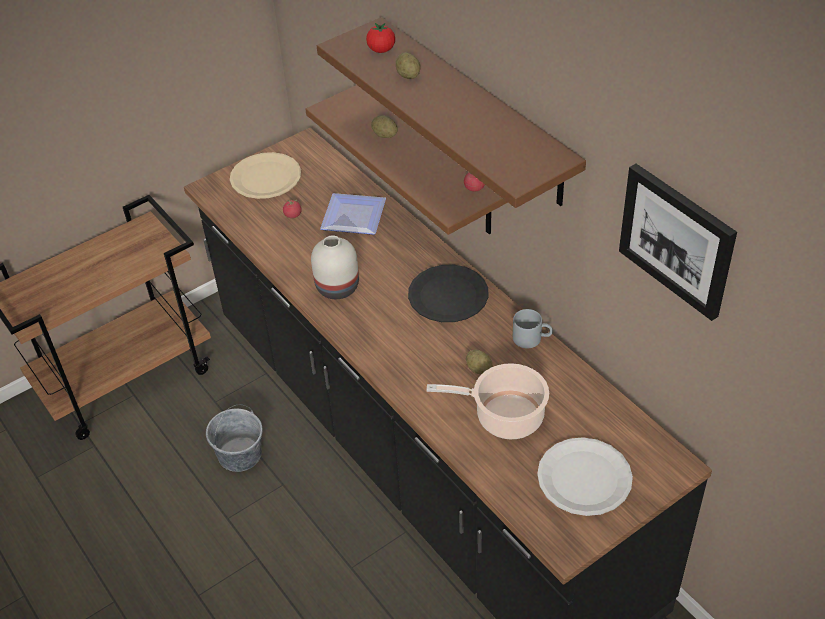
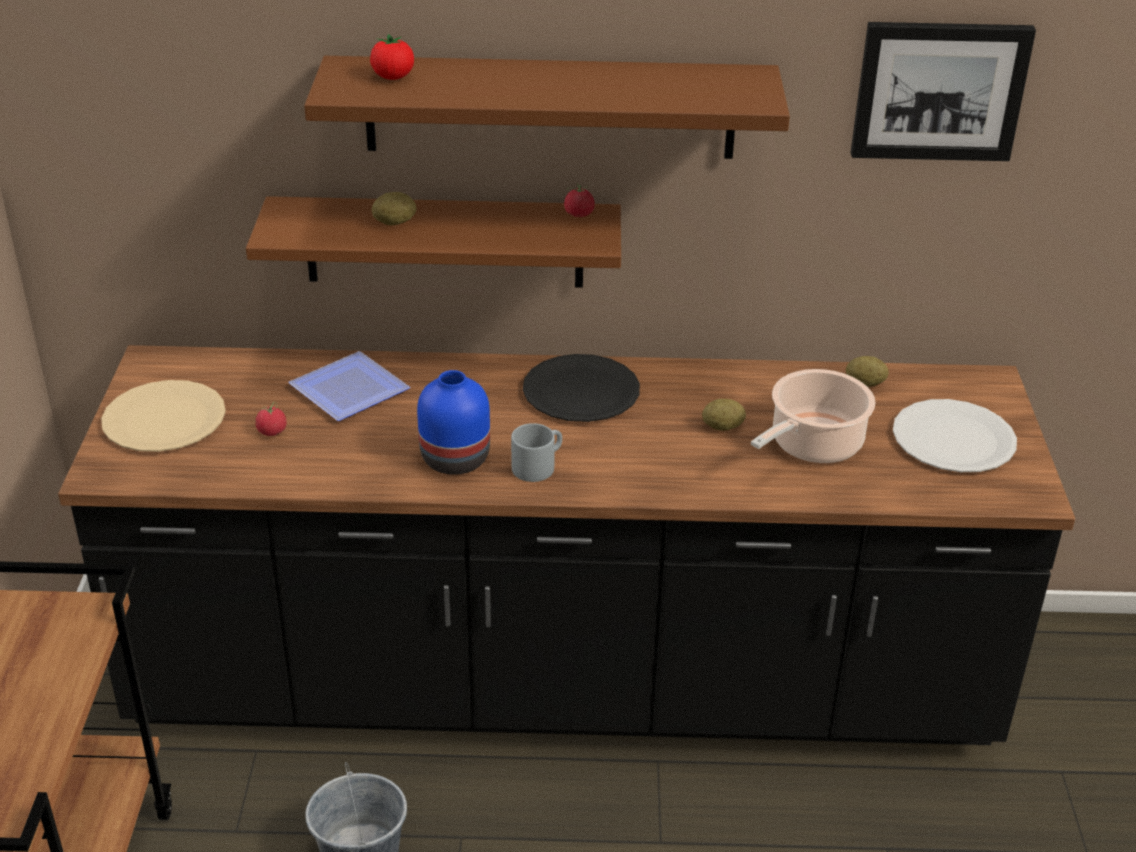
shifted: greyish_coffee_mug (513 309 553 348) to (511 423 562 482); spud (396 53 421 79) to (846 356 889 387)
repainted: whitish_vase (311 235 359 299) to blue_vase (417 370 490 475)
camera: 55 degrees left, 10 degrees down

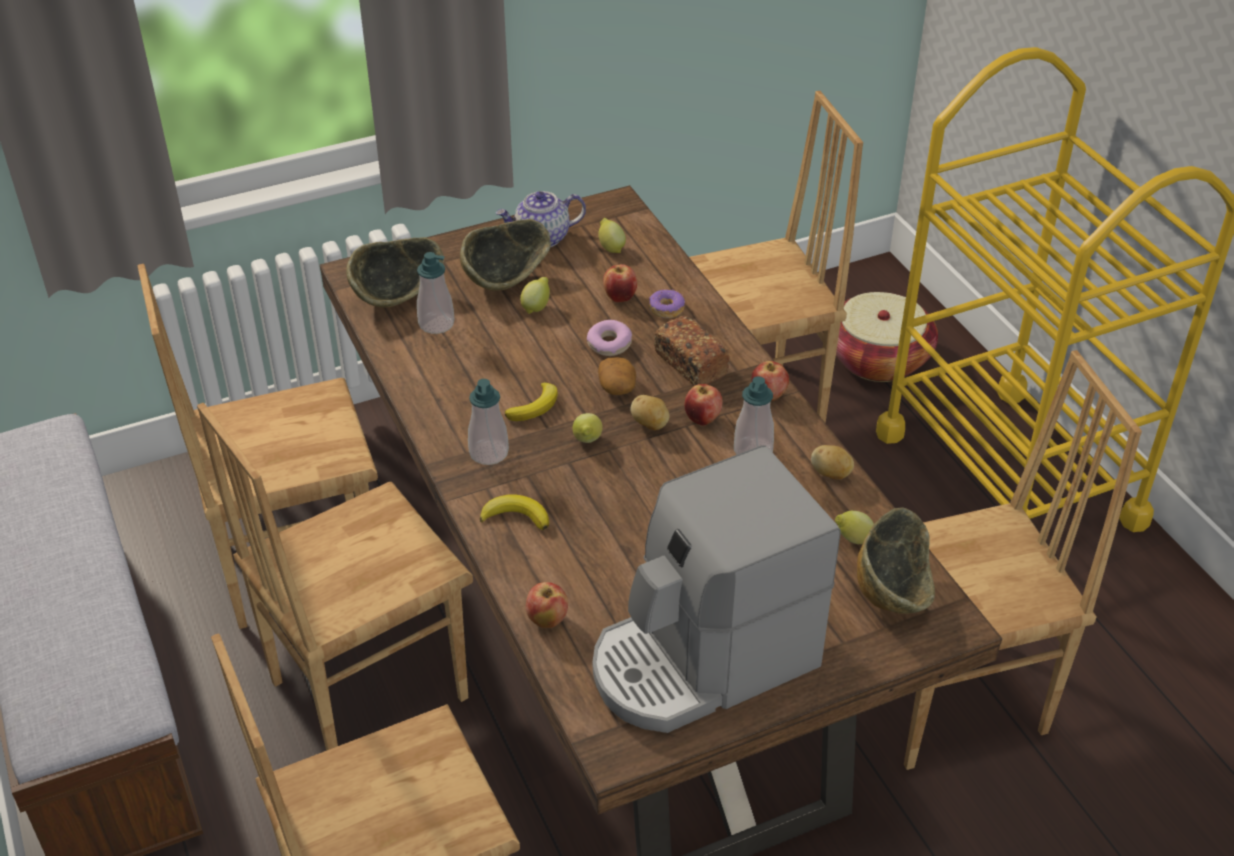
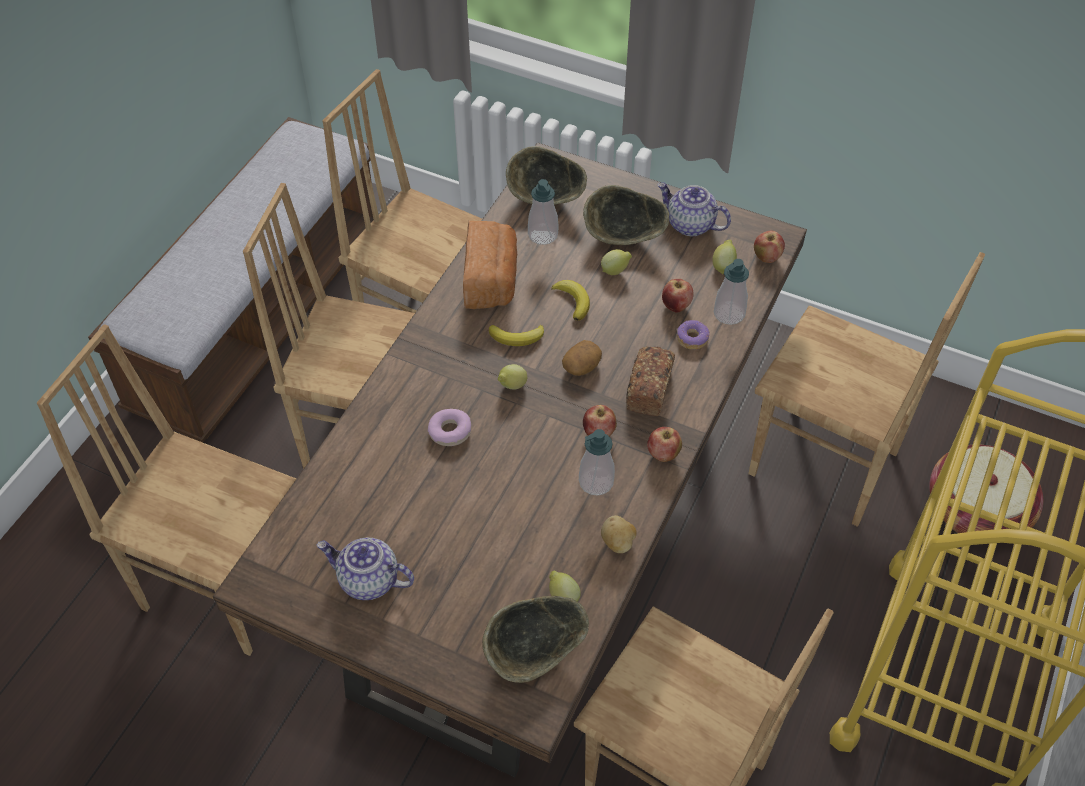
gone: spud (630 395 670 430)
new: bread (463 221 517 309)
shifted: ring_doughnut (587 320 632 356) to (428 409 471 446); whole_banana (480 494 549 530) to (551 280 590 321); soap_dispenser (468 379 509 465) to (714 259 749 325); apple (526 582 568 628) to (754 231 785 263)
swapped: coffee_brewer (593 445 840 733) to tea_pot (317 538 414 600)
camera: 50 degrees right, 10 degrees up

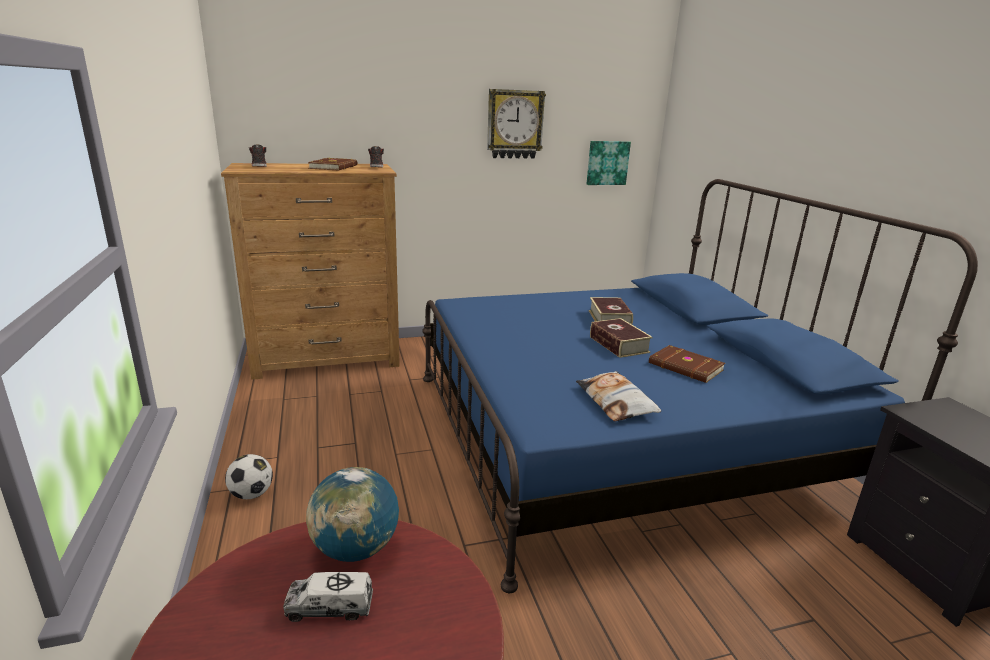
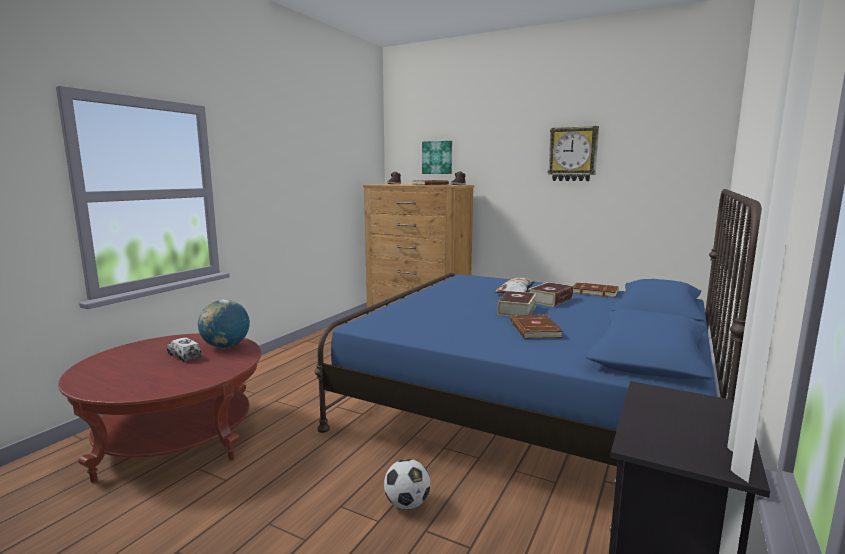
new: brown_volume (573 282 619 298)
shifted: football (225 454 273 499) to (384 459 430 510); wall_art (587 141 631 185) to (422 141 452 174); throw_pillow (576 371 661 422) to (495 277 535 294)
camera: 45 degrees right, 10 degrees down

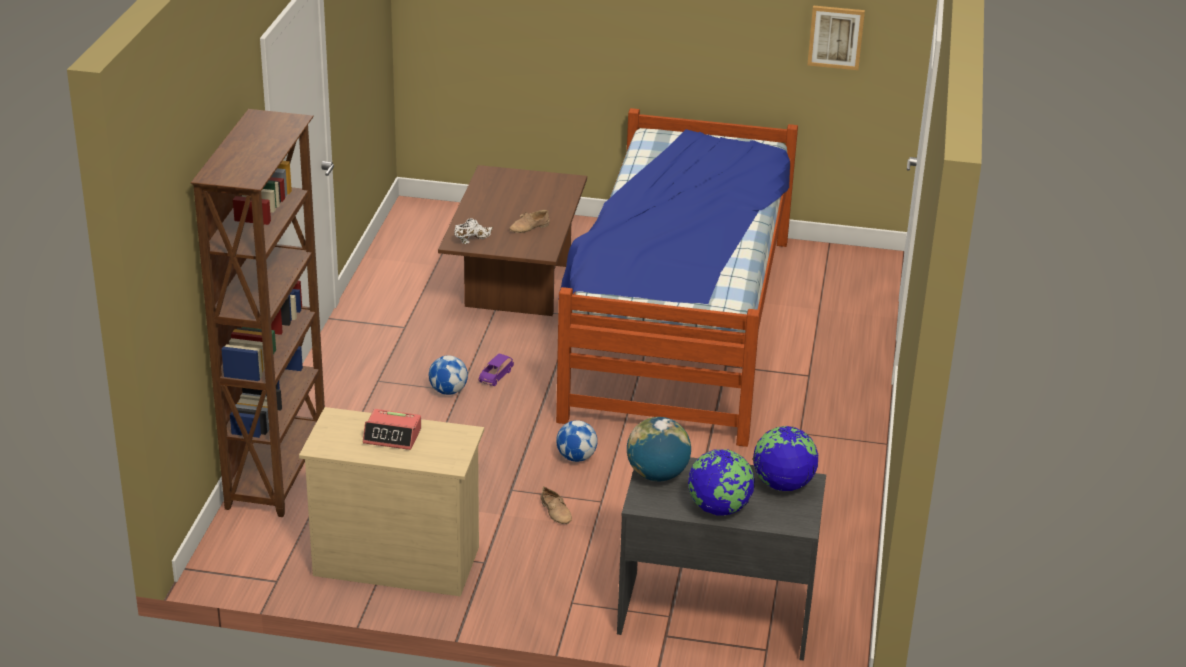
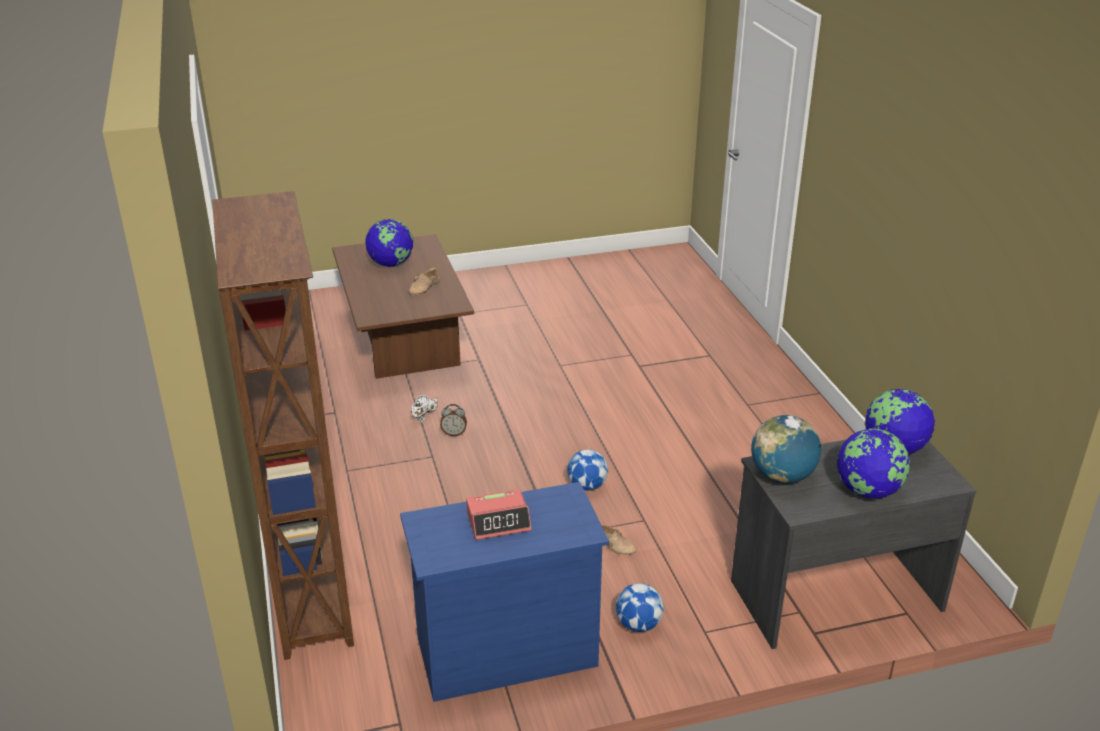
gone: bedroom_bed (556 108 798 447); wall_art (807 5 865 70)
new: desk_globe (365 219 413 267)
shifted: whitish_item_of_footwear (454 218 493 244) to (411 395 438 422); football (429 355 468 395) to (616 583 664 632)
swapped: purplish_model_car (479 353 514 386) to table_clock (440 404 467 436)
repainted: beige-coloured_chest_of_drawers (299 407 484 597) to blue_chest_of_drawers (400 482 609 702)
camera: 25 degrees left, 0 degrees up

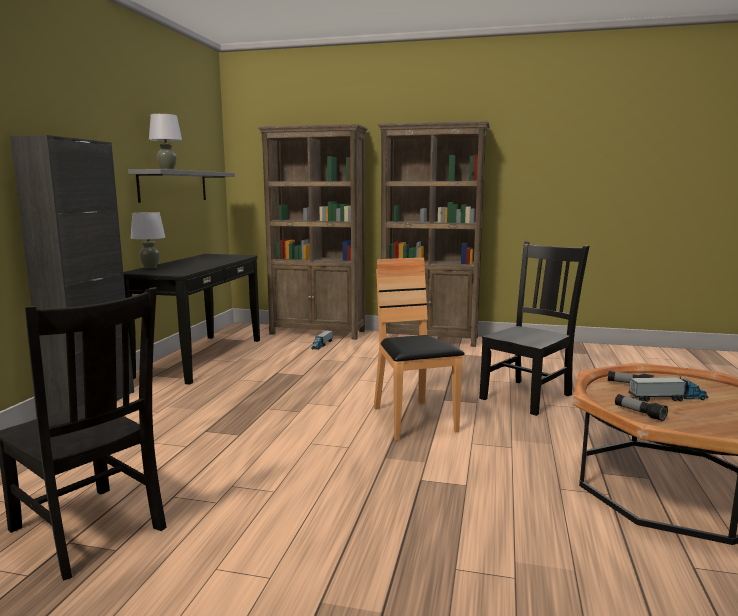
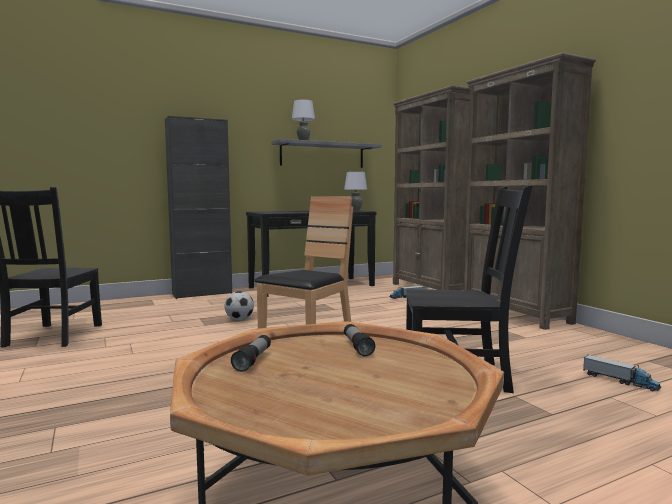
new: football (225 291 254 320)
shifted: greyish_table_lamp (131 212 165 268) to (344 172 367 211); model_truck (629 376 708 402) to (583 355 661 391)
camera: 50 degrees right, 5 degrees down

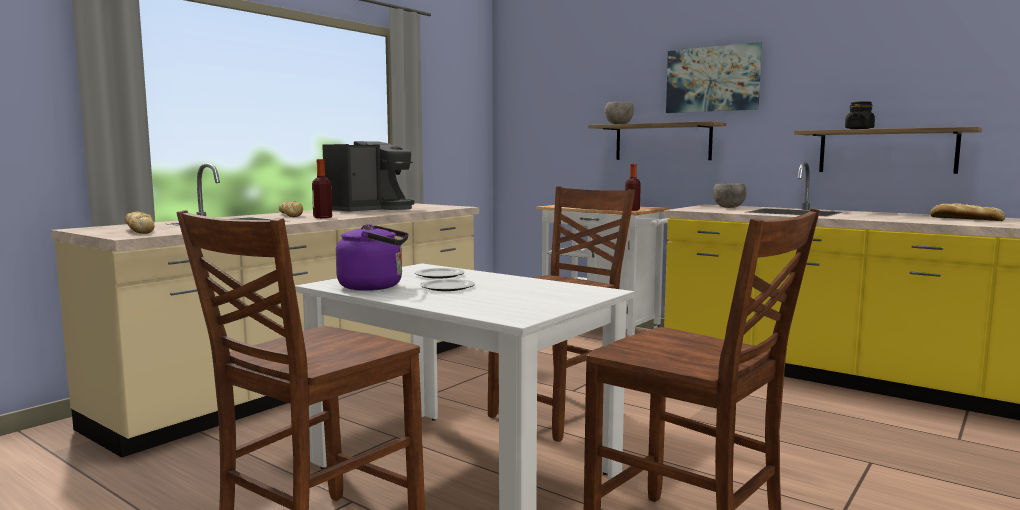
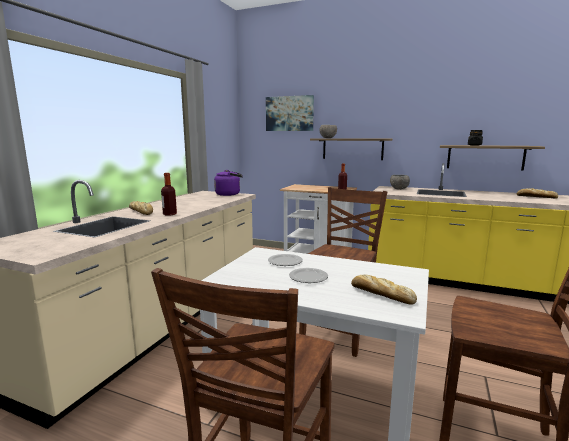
gone: coffee_brewer (322 141 414 212)
shifted: purplish_kettle (336 224 409 291) to (214 170 243 196); wall_art (666 42 762 113) to (266 95 314 131); bread (125 212 154 234) to (351 274 417 305)
camera: 15 degrees left, 5 degrees up

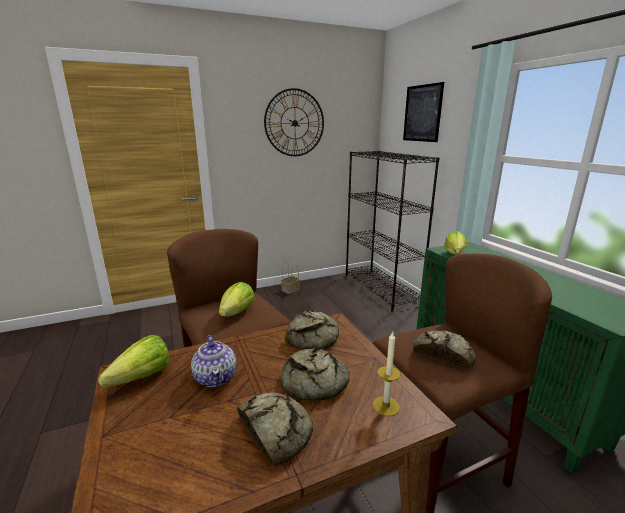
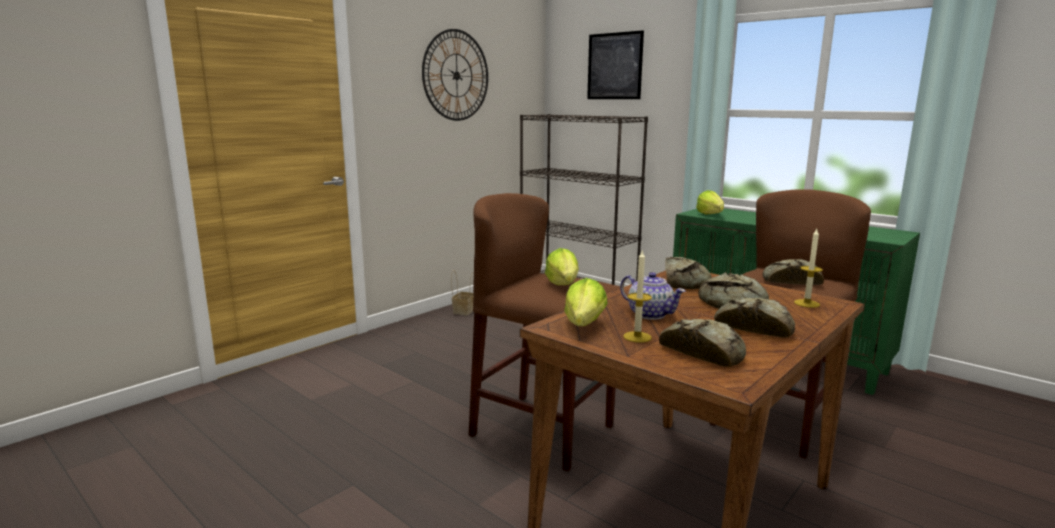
new: candle (623 249 652 343); bread (659 319 746 367)
camera: 25 degrees left, 5 degrees down

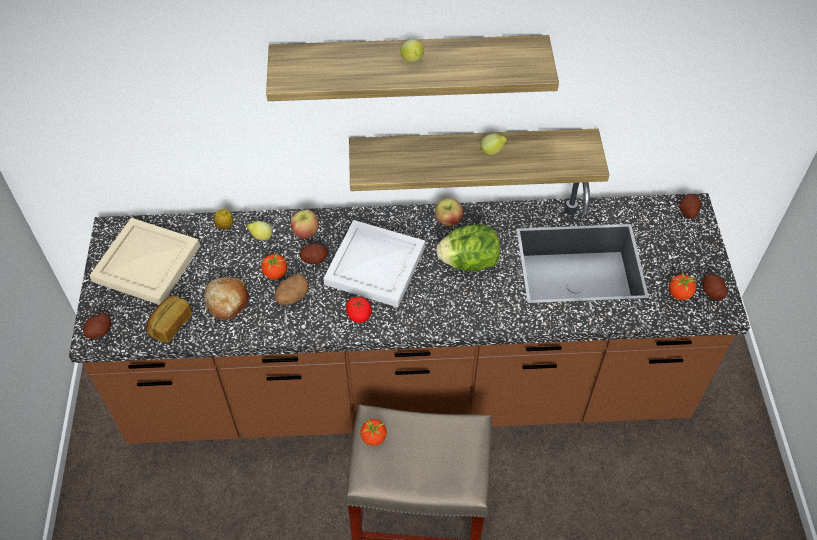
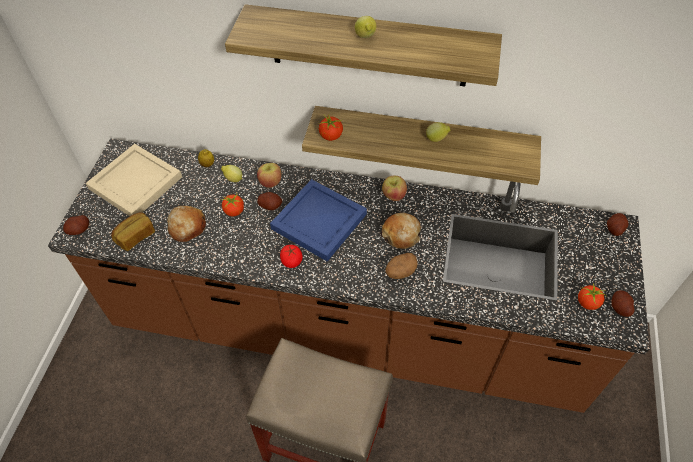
shifted: tomato (360 417 387 446) to (318 115 343 141); spud (275 274 309 305) to (385 253 418 279)
swapped: lettuce (436 224 500 271) to bread (380 213 421 249)
repainted: whitish_serving_tray (323 220 425 307) to blue_serving_tray (270 179 367 261)
camera: 15 degrees right, 0 degrees up

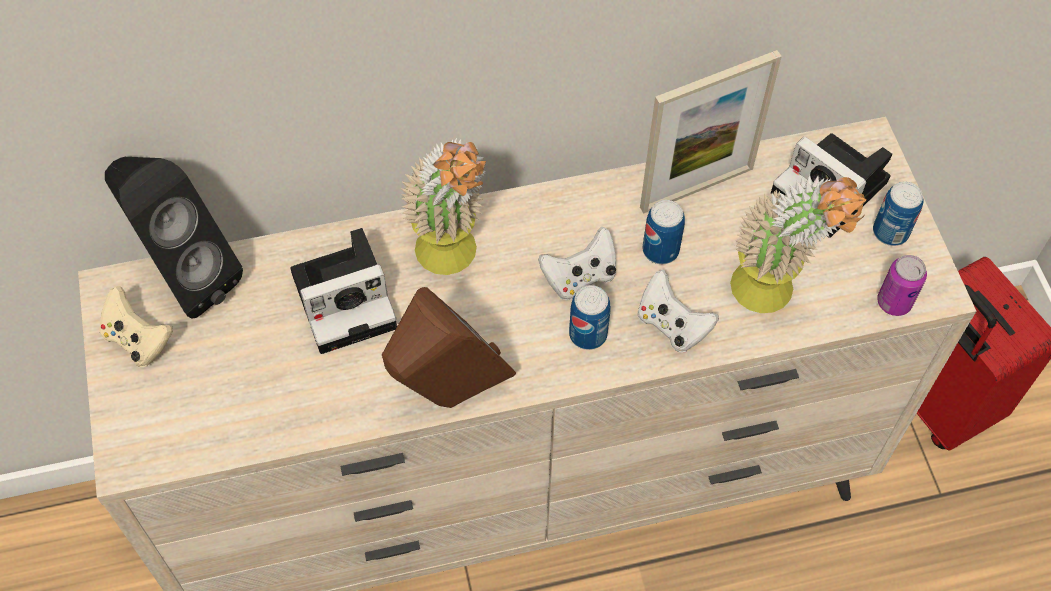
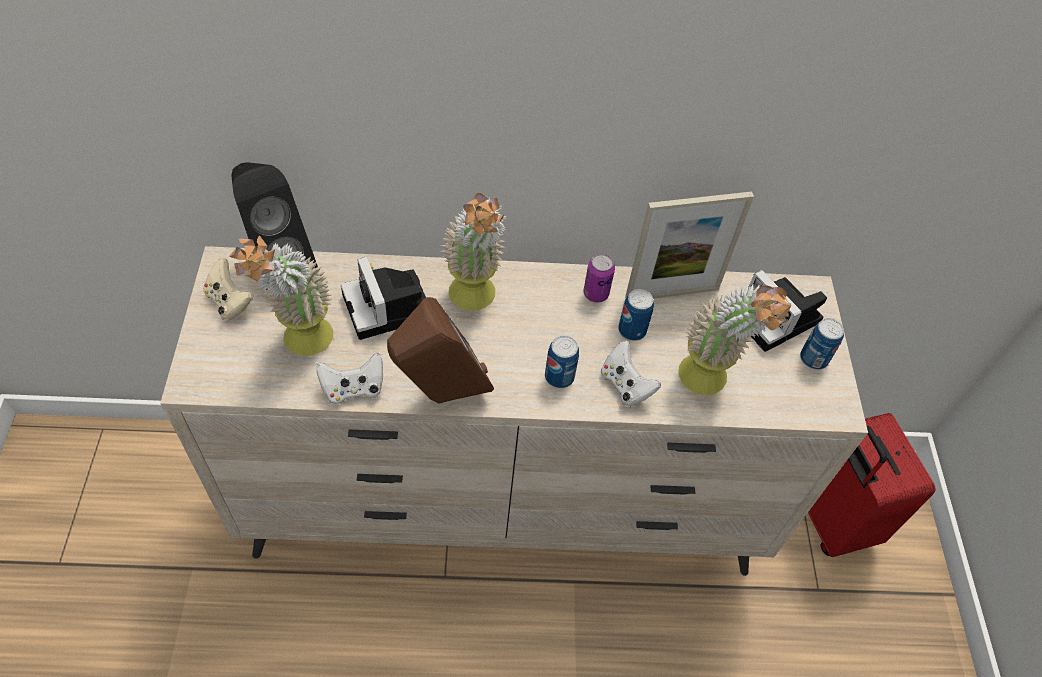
new: houseplant (229 236 333 356)
shifted: whitish_gamepad (538 227 616 300) to (317 353 383 405); can (877 255 927 316) to (583 254 615 303)
rotated: photo_camera (290 228 397 354) = (341 256 426 340) 75 degrees clockwise
camera: 10 degrees right, 5 degrees down

